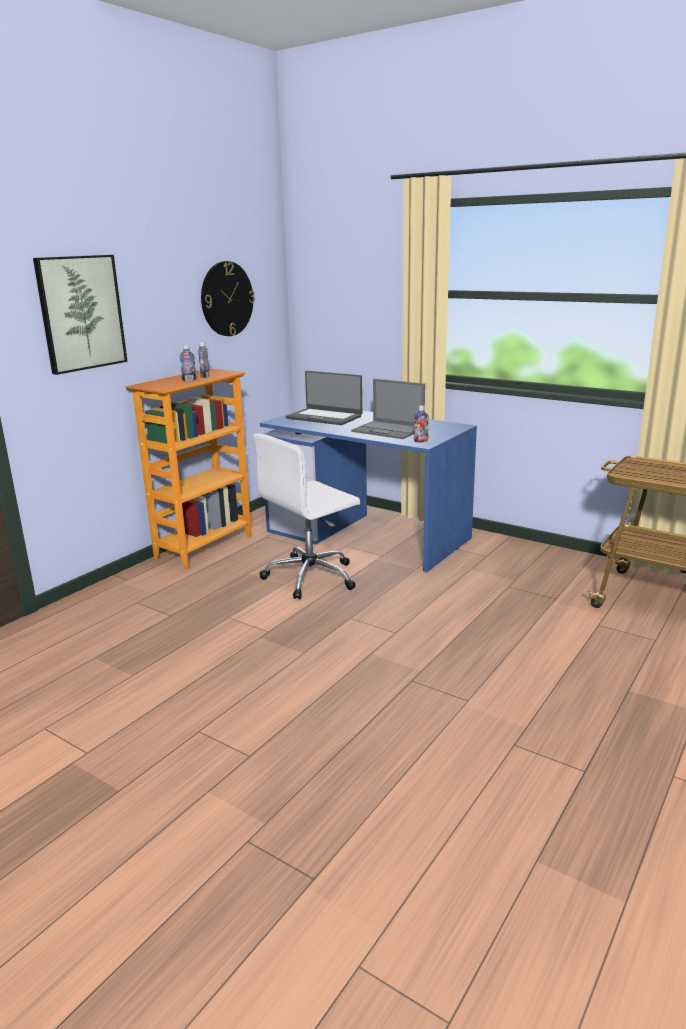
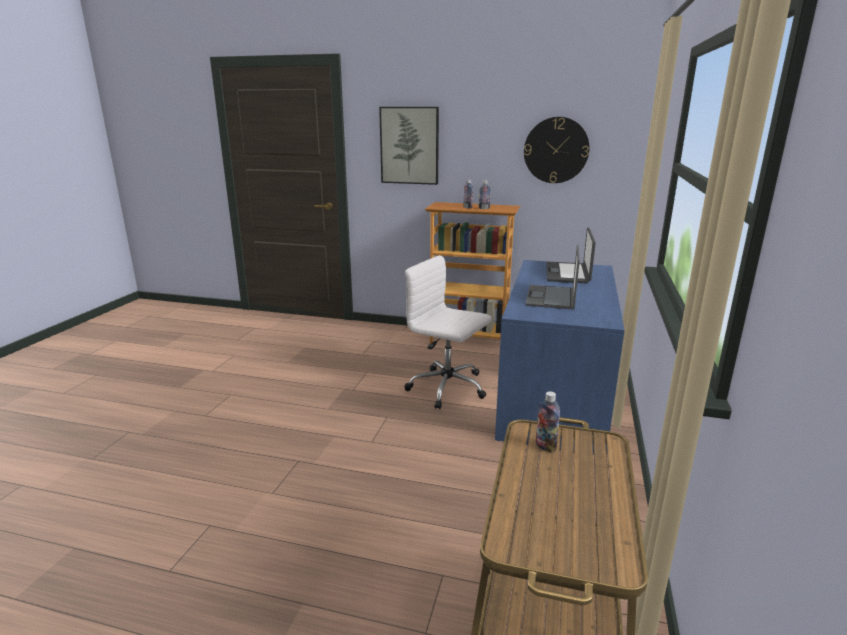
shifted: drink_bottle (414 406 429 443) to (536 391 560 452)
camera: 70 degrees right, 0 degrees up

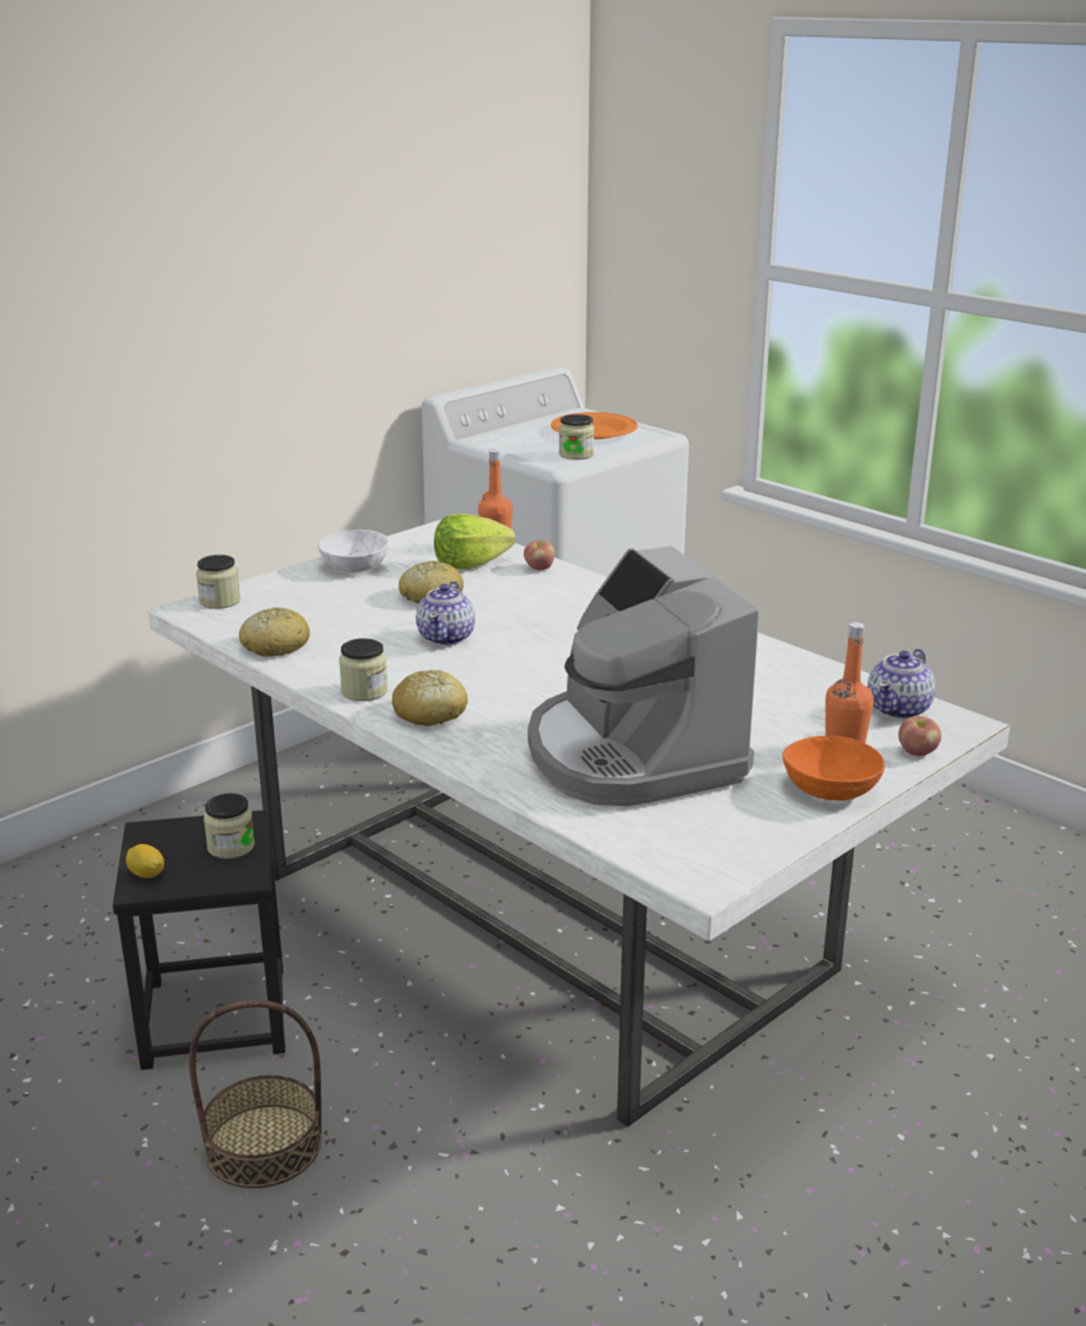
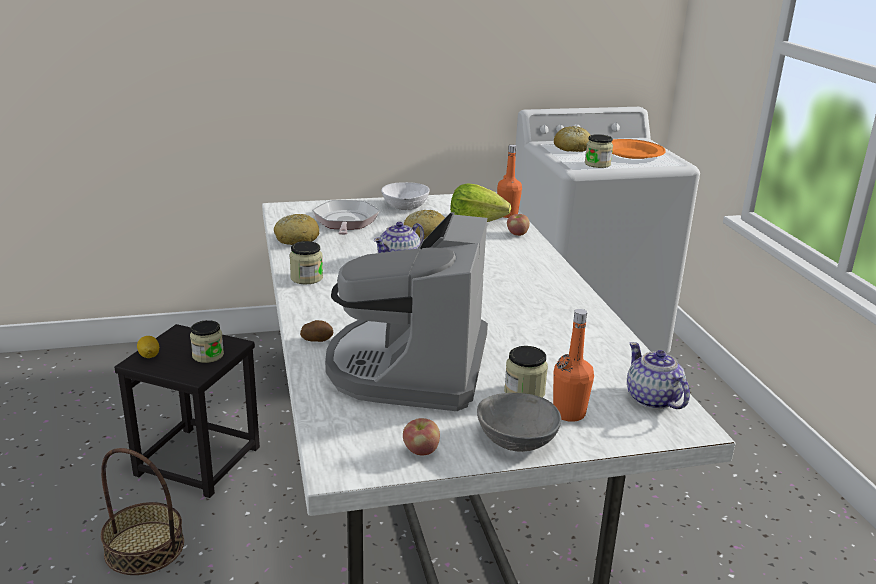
new: spud (300 320 333 342); pan (312 200 380 235)
shifted: apple (898 716 941 756) to (403 418 440 455); jar (196 555 241 609) to (504 346 548 398); bread (392 670 468 726) to (554 126 590 152)
repainted: orange_deep_dish (782 736 885 801) to greyish_deep_dish (477 393 561 452)
rotated: tea_pot (868 649 935 719) = (627 342 690 409) 90 degrees clockwise
camera: 30 degrees right, 0 degrees up

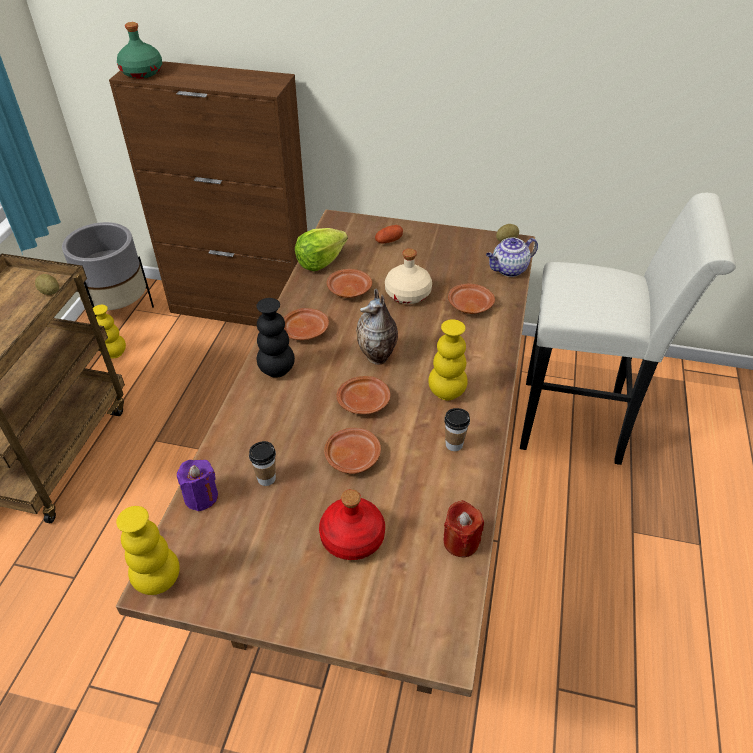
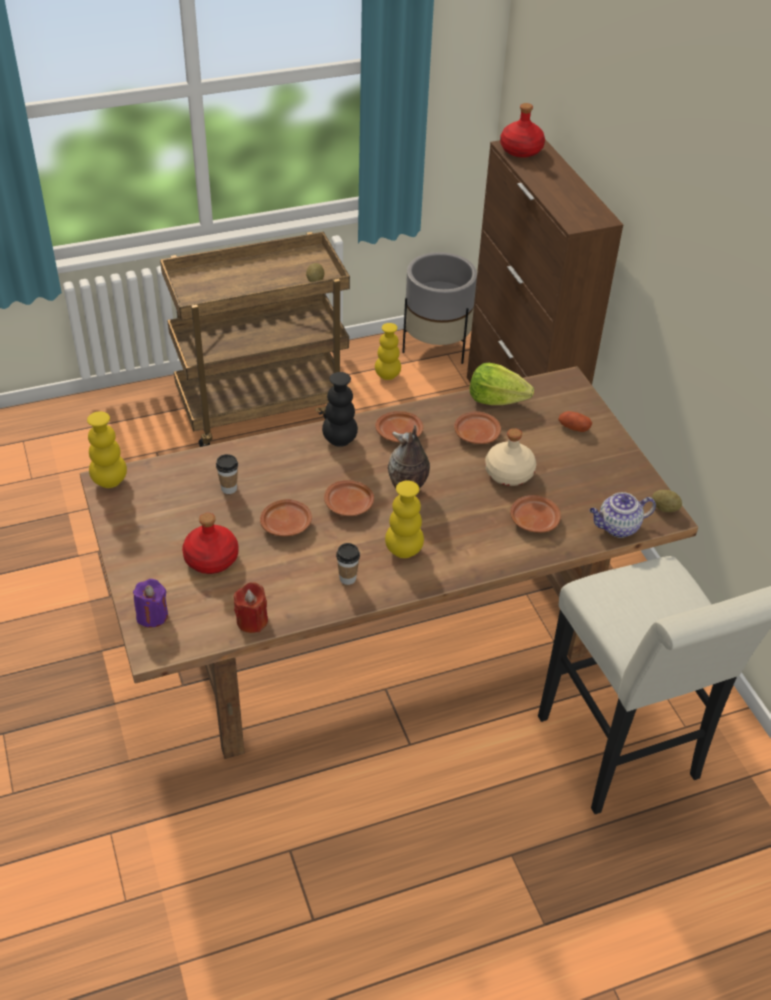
shifted: purplish_candle (177 460 218 512) to (133 579 168 627)
repainted: green-coloured_drink_bottle (117 22 162 79) to red-coloured_drink_bottle (500 103 545 158)
rotated: tea_pot (486 237 538 277) = (589 492 656 538) 45 degrees counterclockwise
camera: 55 degrees right, 0 degrees up

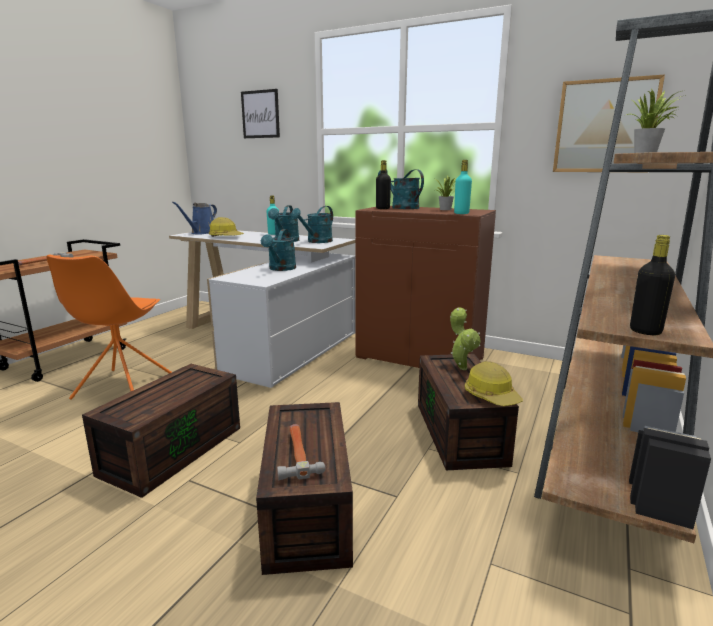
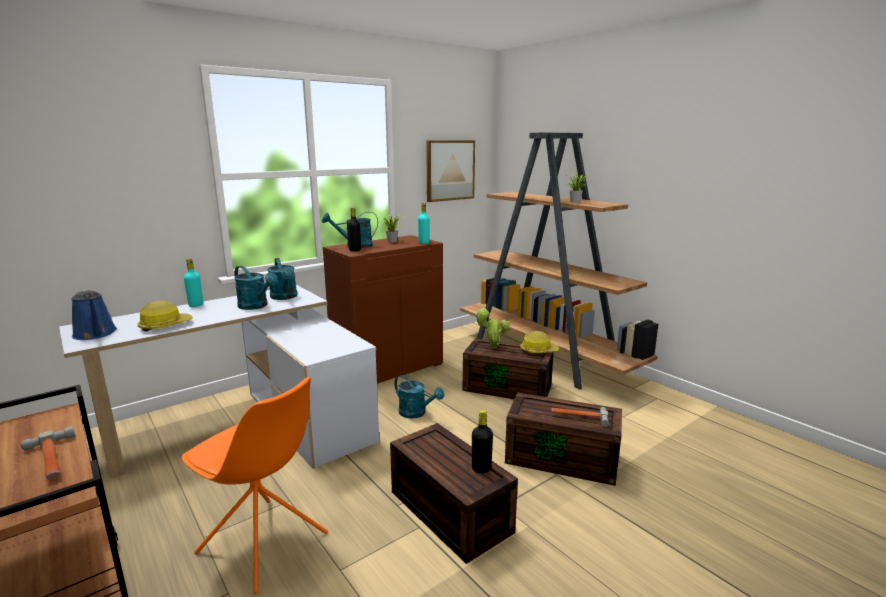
gone: wall_art (241 89 280 138)
shifted: turquoise_sprinkling_can (261 229 296 271) to (394 375 444 419); blackish_drink_bottle (630 235 675 335) to (472 410 493 473)
camera: 65 degrees left, 0 degrees up

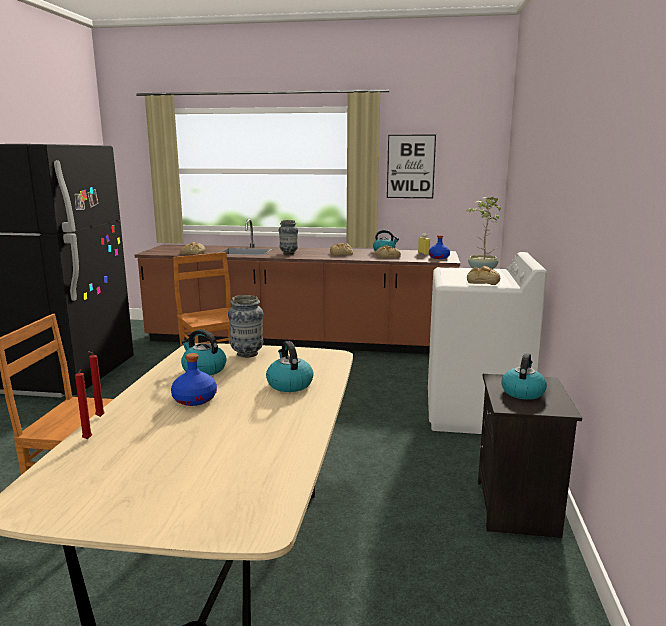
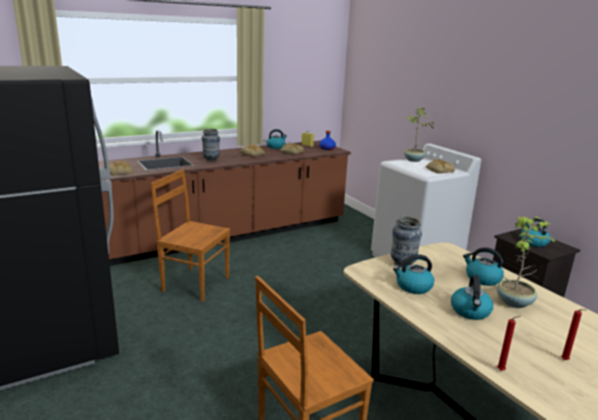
gone: wall_art (387 135 436 198)
new: houseplant (497 216 555 308)
shifted: red-coloured_candle (89 352 105 417) to (561 309 586 360)
swapped: blue_drink_bottle (171 353 217 406) to kettle (451 275 493 320)
camera: 40 degrees left, 5 degrees up

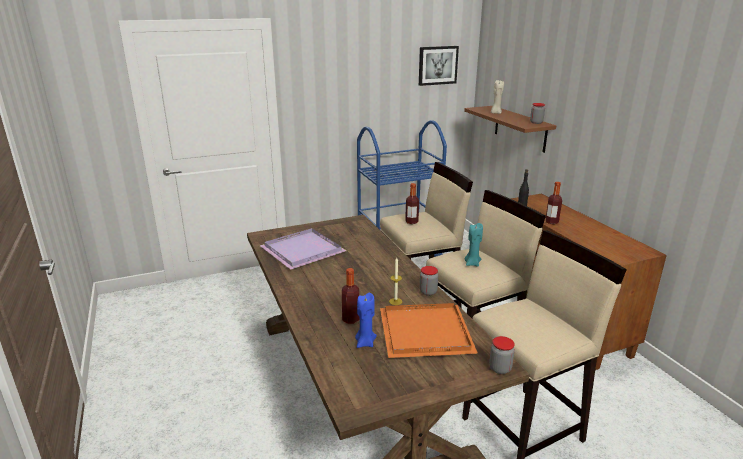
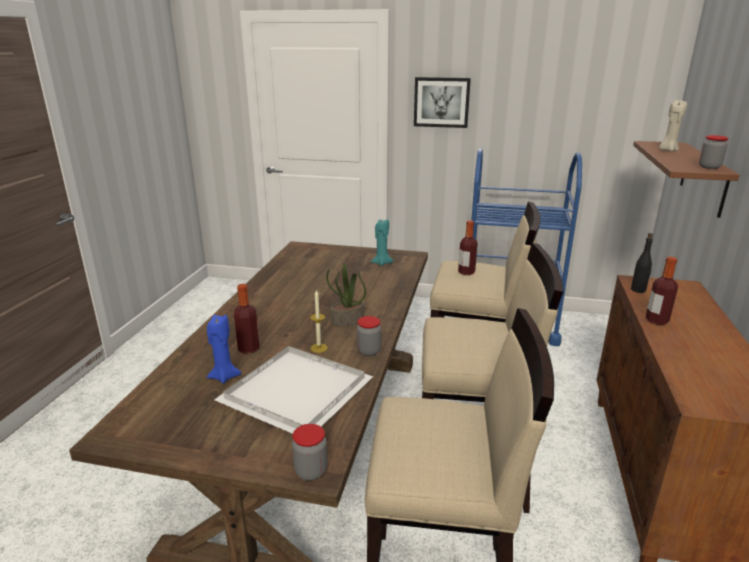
gone: purplish_serving_tray (260 228 347 269)
new: houseplant (326 263 366 327)
shifted: turquoise_candle (465 223 483 267) to (371 219 393 266); wall_art (419 46 459 86) to (414 77 471 128)
repainted: orange_serving_tray (380 303 478 358) to whitish_serving_tray (214 346 373 434)
camera: 35 degrees right, 0 degrees up

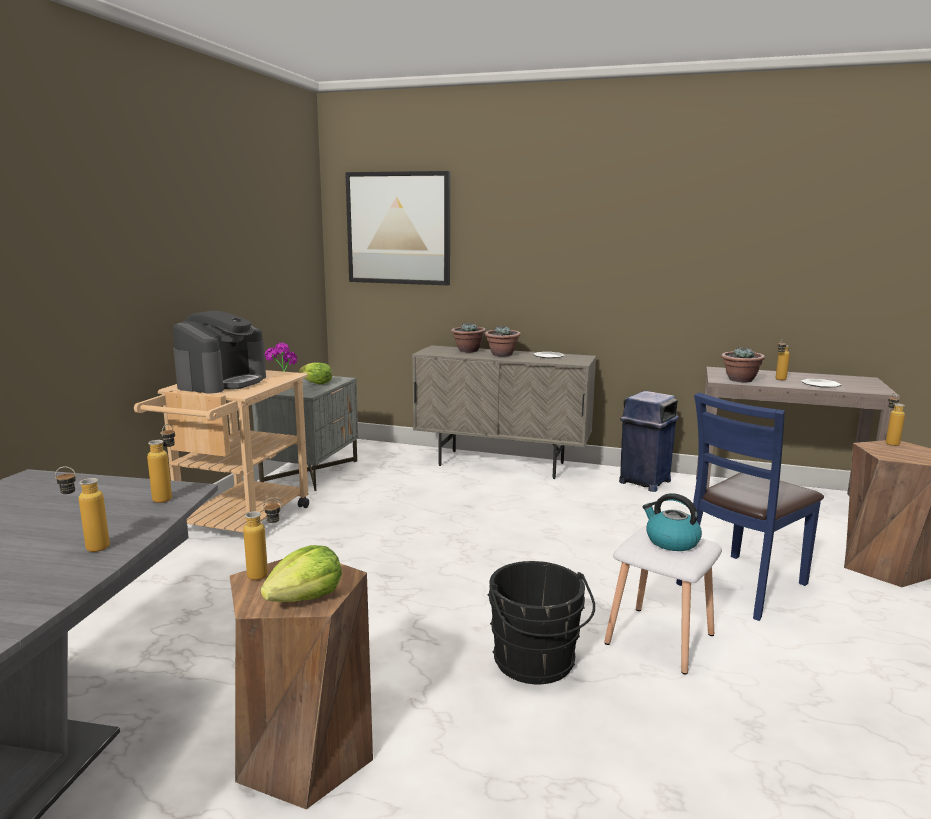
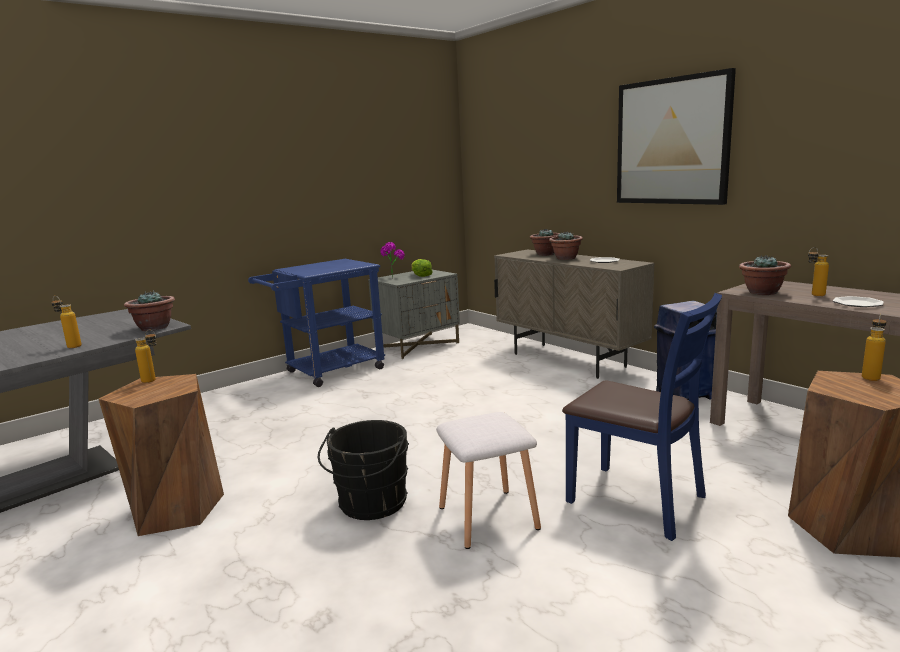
gone: coffee_brewer (173 311 266 393); lettuce (261 545 342 602); kettle (642 493 702 551)
shifted: wall_art (345 171 450 285) to (617 68 736 205)
swapped: drink_bottle (147 424 175 503) to houseplant (124 290 175 331)
repainted: beige-coloured_wheeled_cart (134 370 309 533) to blue_wheeled_cart (248 259 385 387)
rotated: blue_chair (676 392 824 621) = (562 293 722 541) 135 degrees counterclockwise
camera: 35 degrees right, 0 degrees up

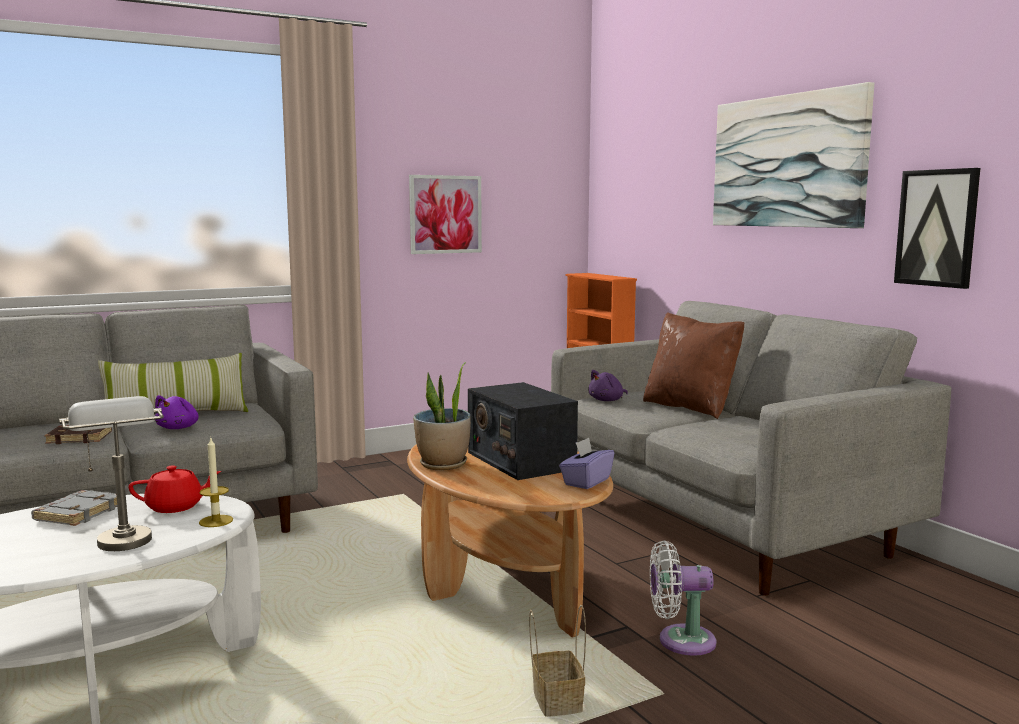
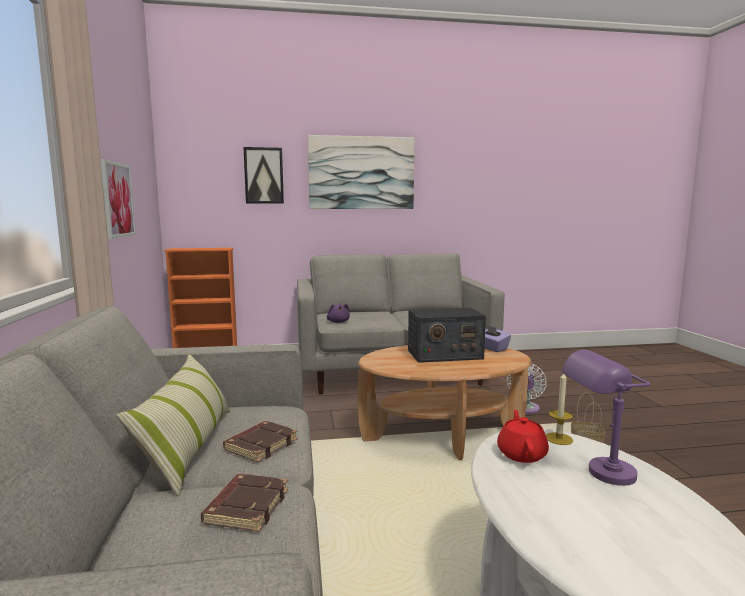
gone: greyish_volume (31 490 117 526); houseplant (413 362 471 470); brown_throw_pillow (643 312 745 419)
shifted: wall_art (894 168 980 289) to (243 147 284 204)
swapped: purplish_cuddly_toy (155 395 199 429) to brown_volume (223 421 298 462)
repainted: greyish_table_lamp (59 396 164 551) to purplish_table_lamp (561 350 650 486)
camera: 70 degrees left, 0 degrees up

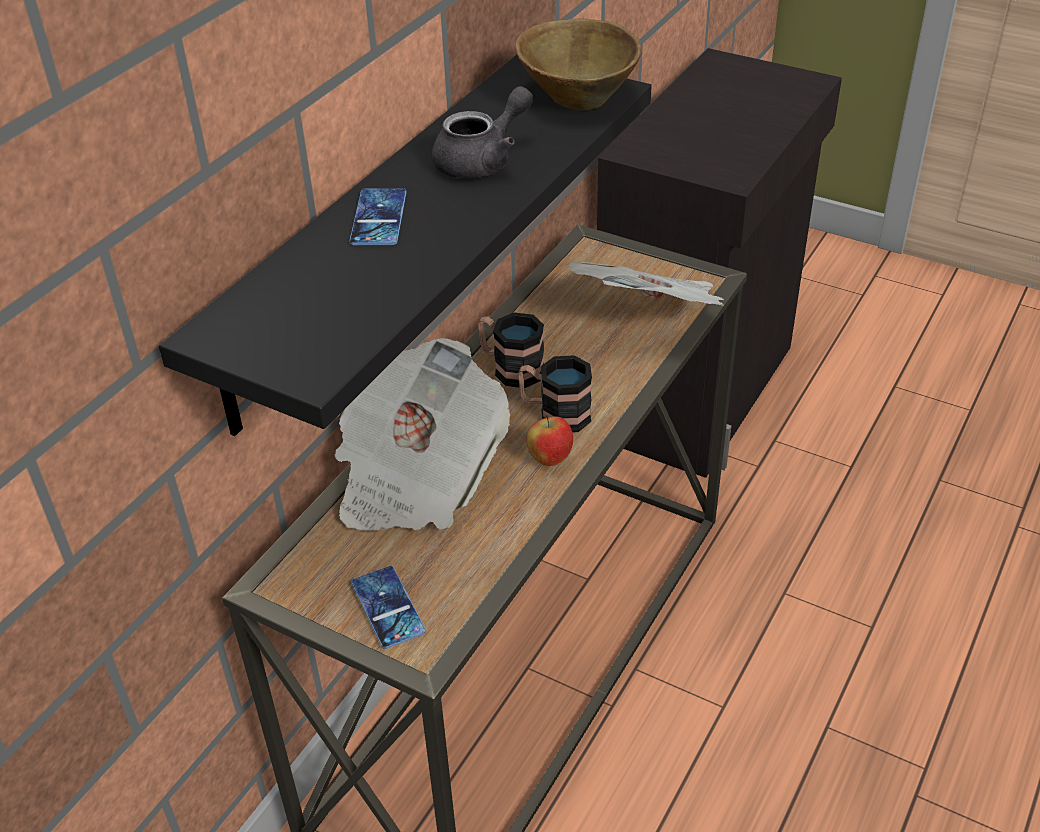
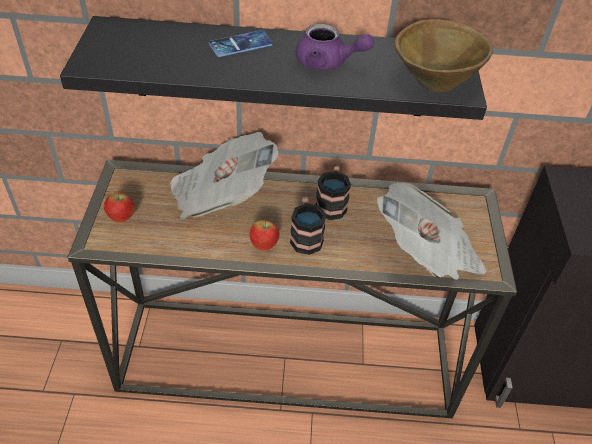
swapped: phone (352 566 426 649) to apple (104 191 135 223)
repainted: greyish_tea_pot (432 86 533 179) to purplish_tea_pot (296 24 374 70)
camera: 60 degrees right, 5 degrees up

